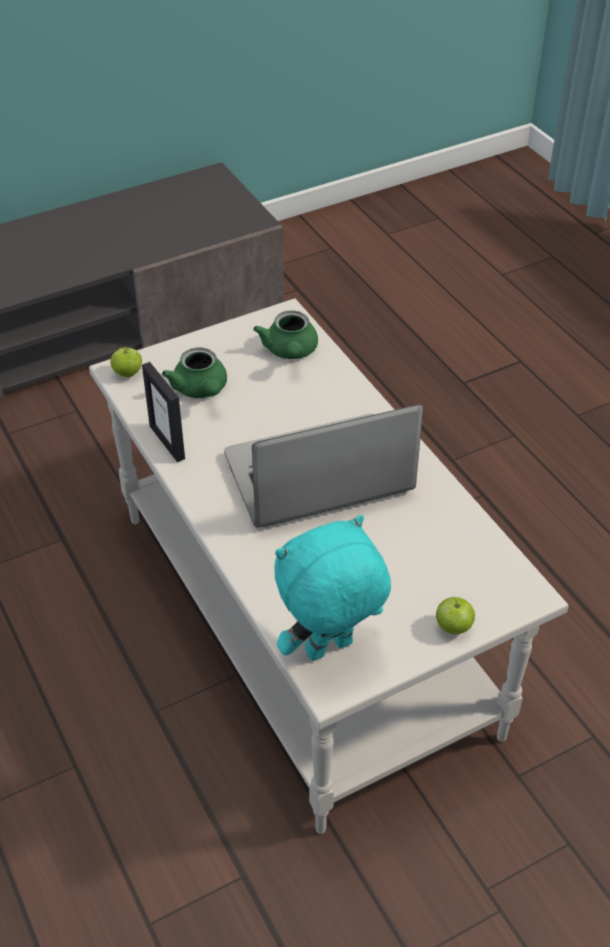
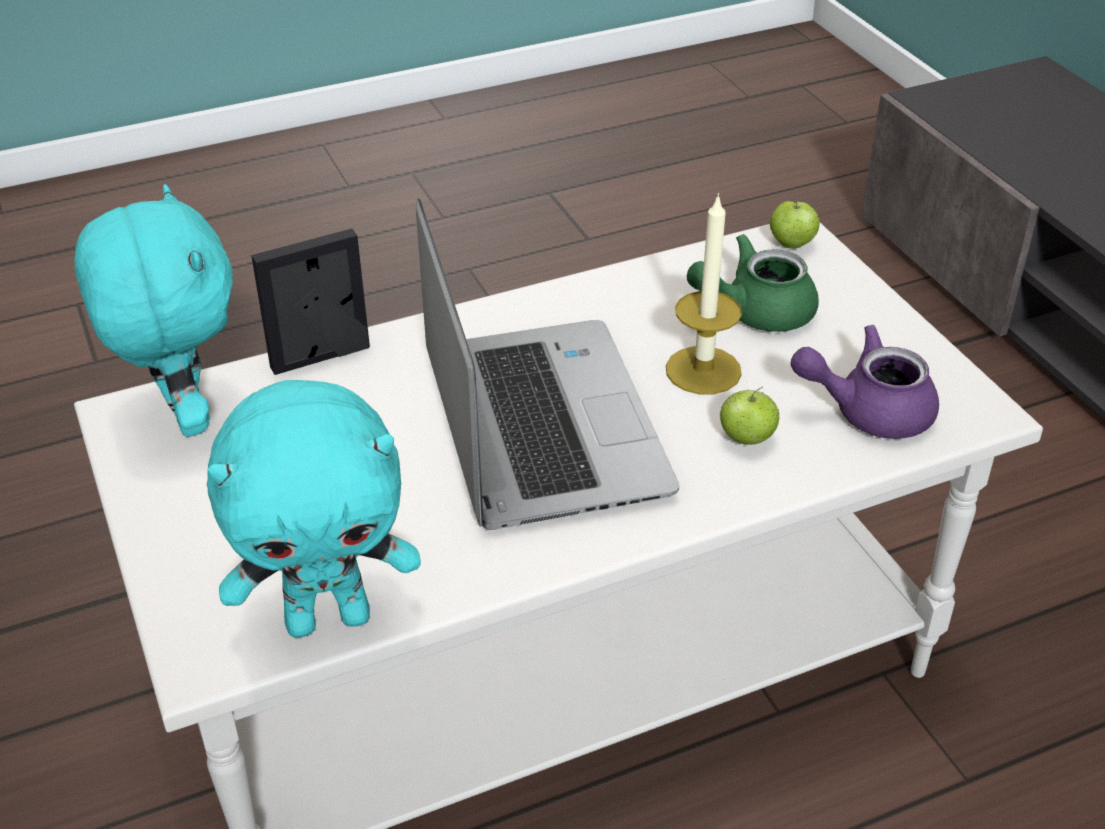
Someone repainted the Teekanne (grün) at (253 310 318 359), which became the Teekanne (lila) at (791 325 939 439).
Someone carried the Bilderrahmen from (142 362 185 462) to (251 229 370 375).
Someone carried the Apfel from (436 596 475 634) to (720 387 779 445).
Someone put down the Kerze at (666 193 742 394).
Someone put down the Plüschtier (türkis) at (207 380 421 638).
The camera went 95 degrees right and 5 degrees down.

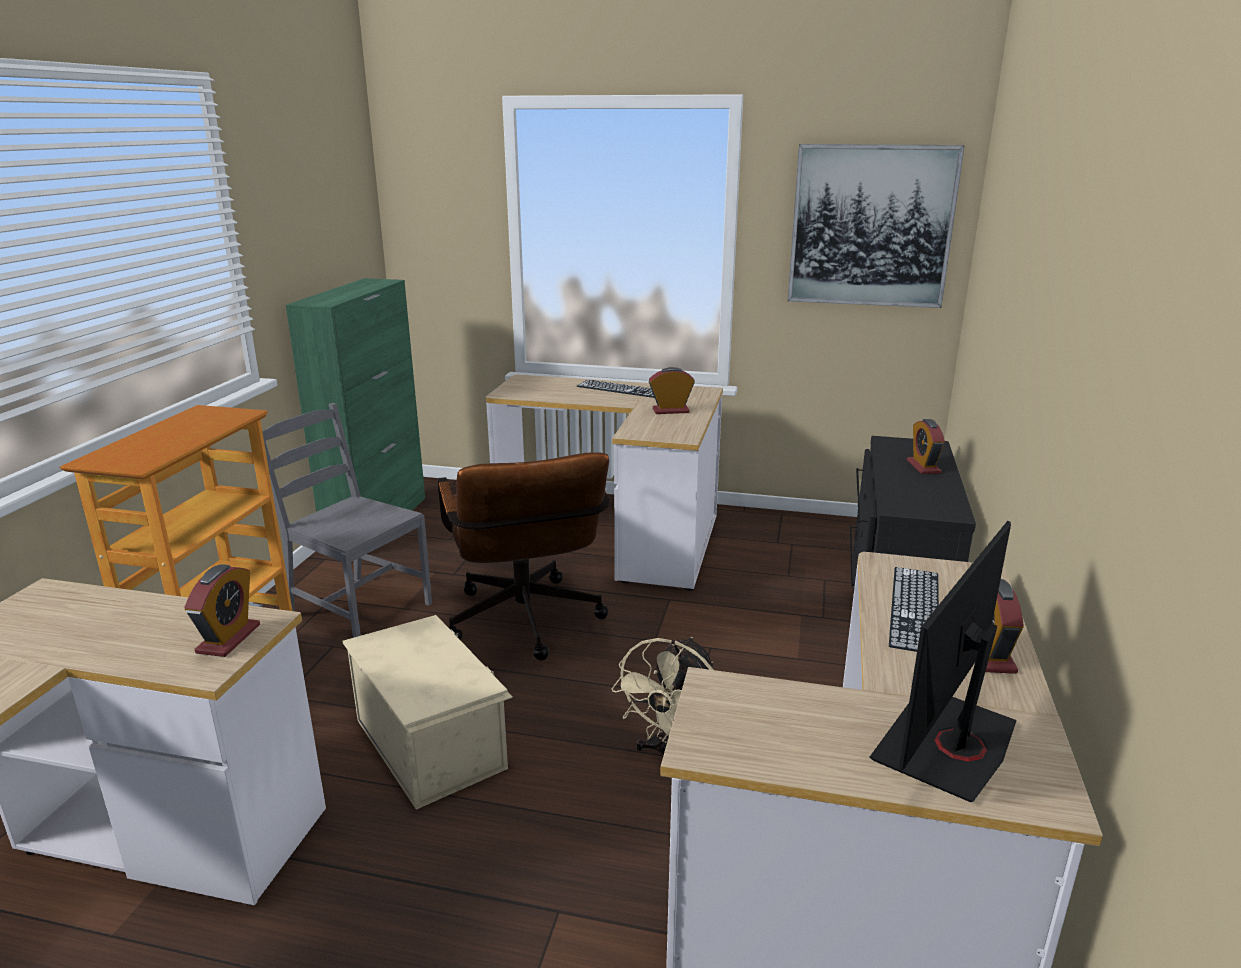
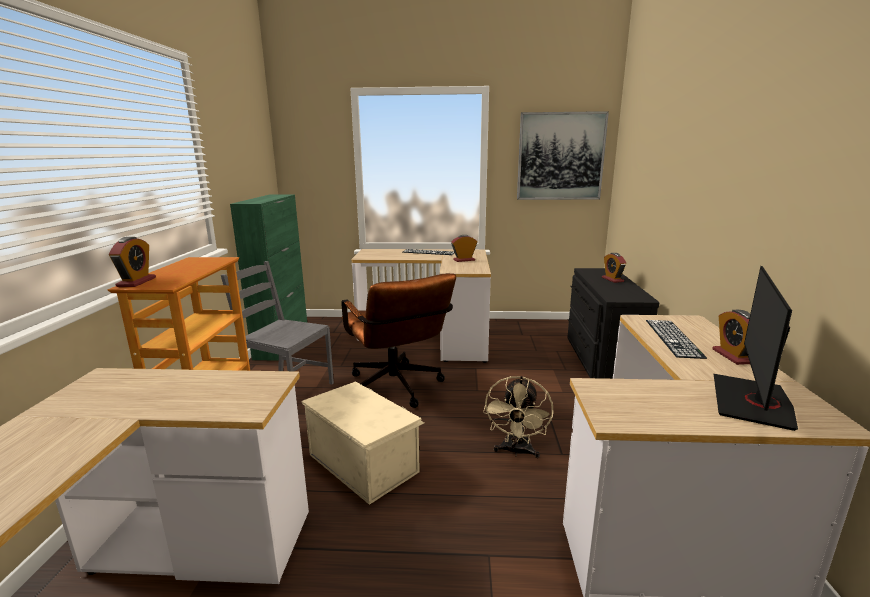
Someone carried the Wecker from (184 564 260 657) to (109 237 156 287).
The camera went 10 degrees left and 5 degrees down.

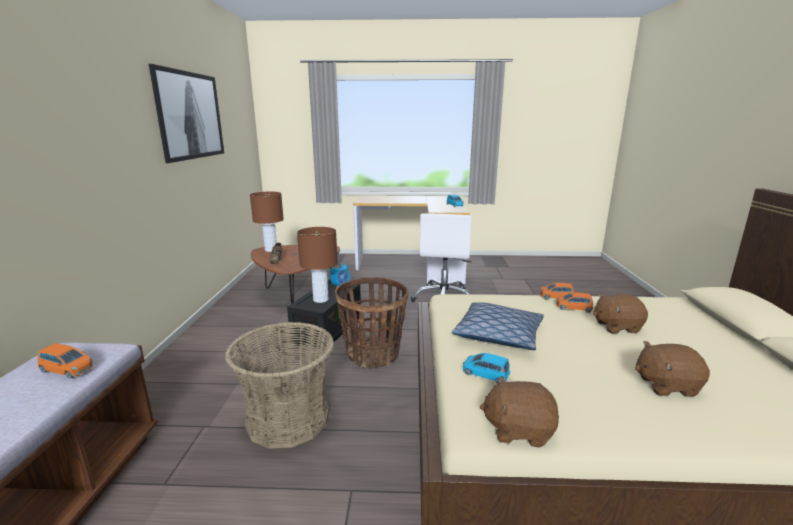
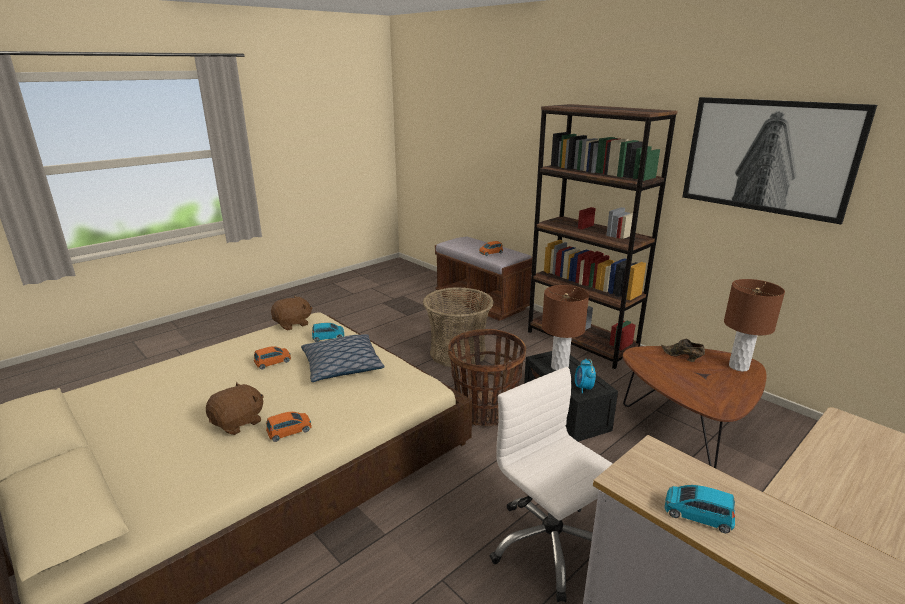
Someone carried the Spielzeugauto (orange) from (540 283 574 300) to (254 346 291 370).
Someone took away the Plüschtier (braun) at (635 341 710 397).
Someone put down the Bücherregal (braun) at (528 104 678 369).
The camera went 135 degrees right and 5 degrees up.

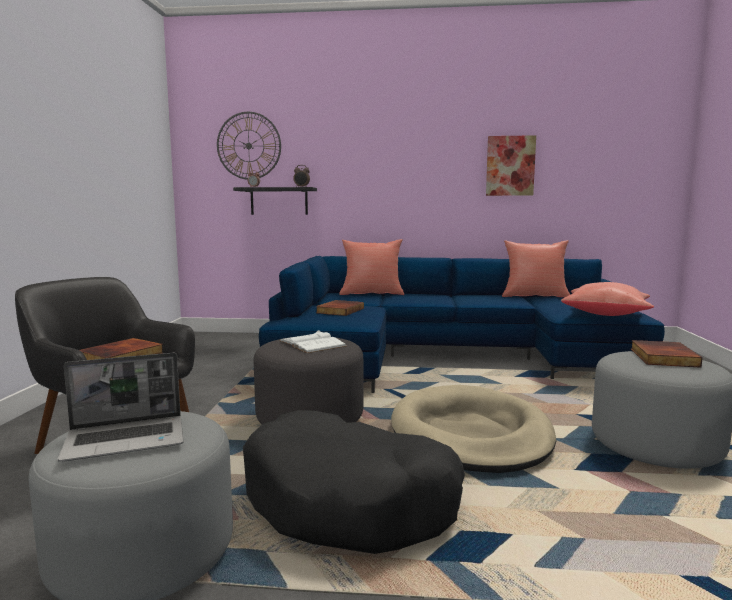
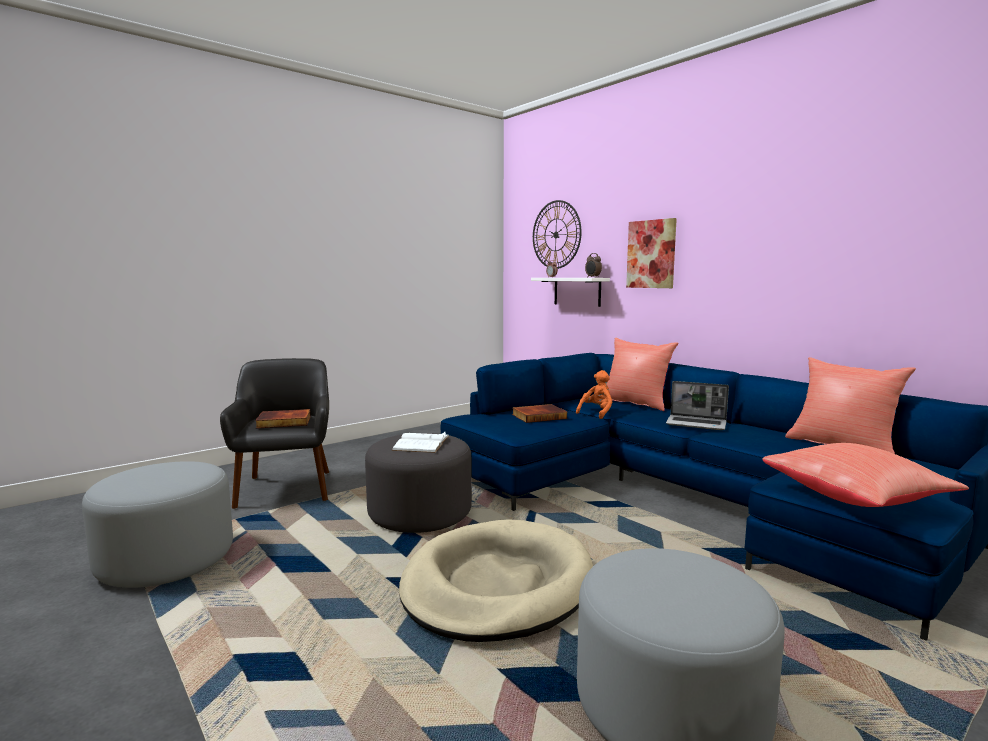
Someone carried the Bild from (486 135 536 196) to (626 218 677 288).
Someone repainted the Wandregal (schwarz) at (233 187 317 215), which became the Wandregal (weiß) at (531 278 610 307).
Someone took away the Buch at (631 340 703 367).
Someone carried the Laptop from (58 353 184 462) to (666 381 729 430).
Someone took away the Hundebett (schwarz) at (243 410 465 554).
Someone put down the Plüschtier (orange) at (576 370 612 419).
The camera went 45 degrees right and 0 degrees up.

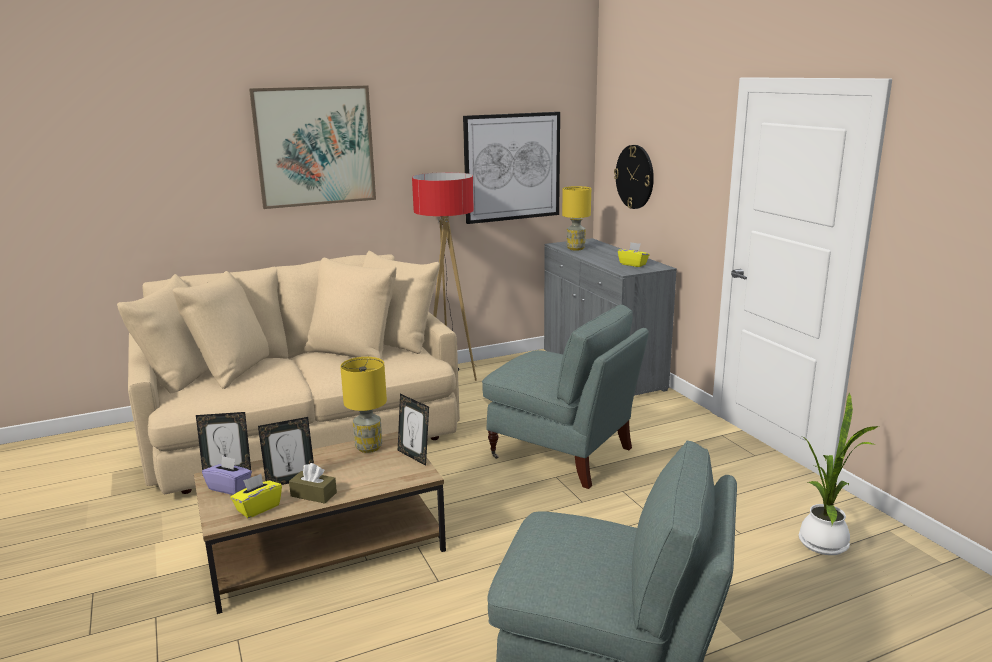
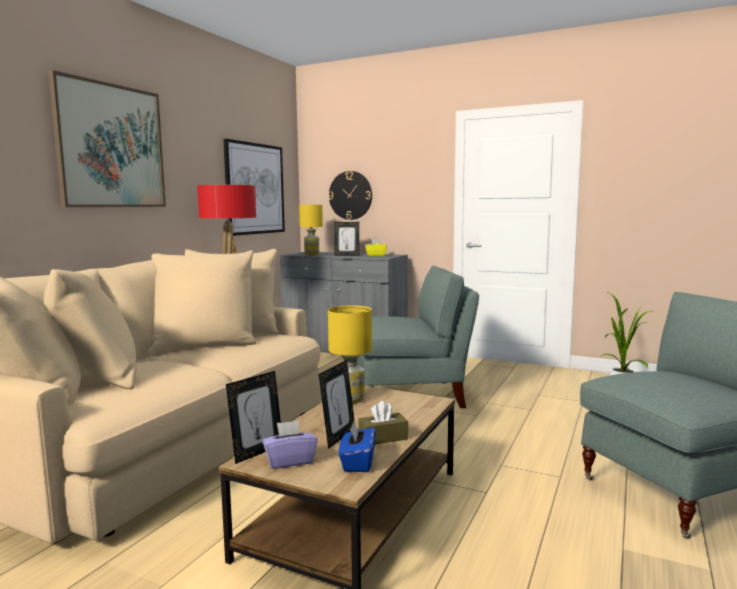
Someone carried the Bilderrahmen from (398 394 429 466) to (335 222 359 256).
Someone repainted the Taschentuchbox (gelb) at (231 474 282 518), which became the Taschentuchbox (blau) at (339 421 376 472).
The camera went 40 degrees left and 10 degrees down.

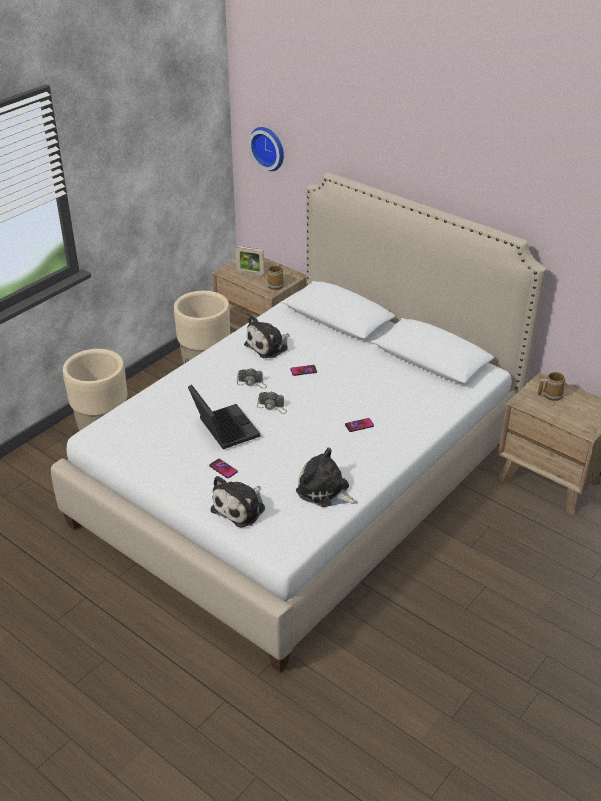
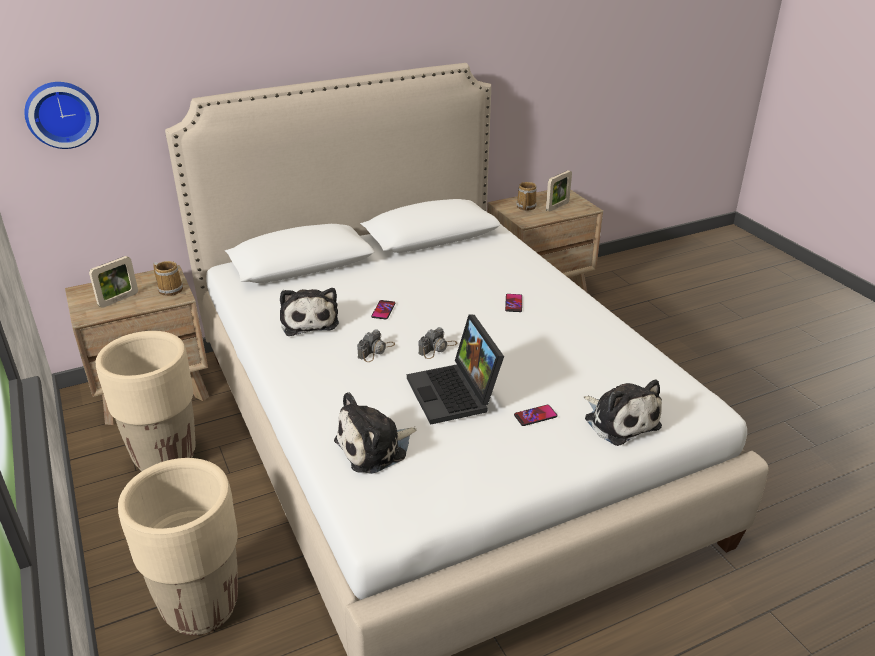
Someone rotated the Laptop at (188 385 260 449) by 105 degrees counterclockwise.
Someone carried the Plüschtier from (296 448 358 507) to (334 392 417 474).
Someone put down the Bilderrahmen at (546 170 572 211).
The camera went 65 degrees left and 5 degrees down.

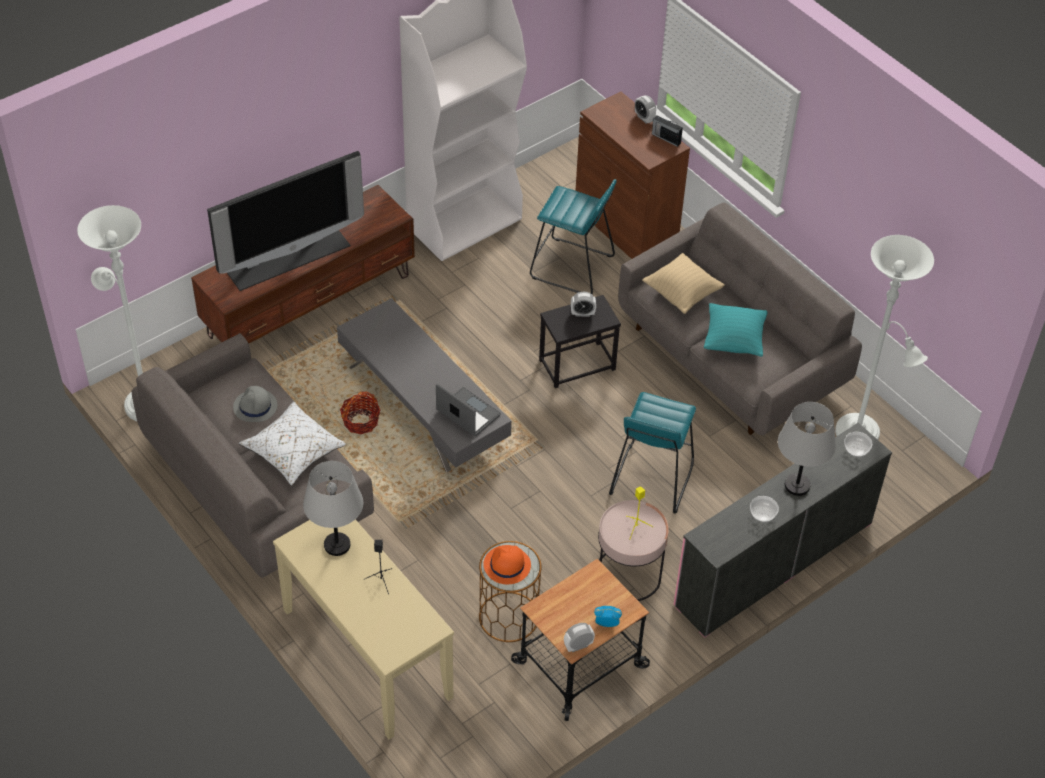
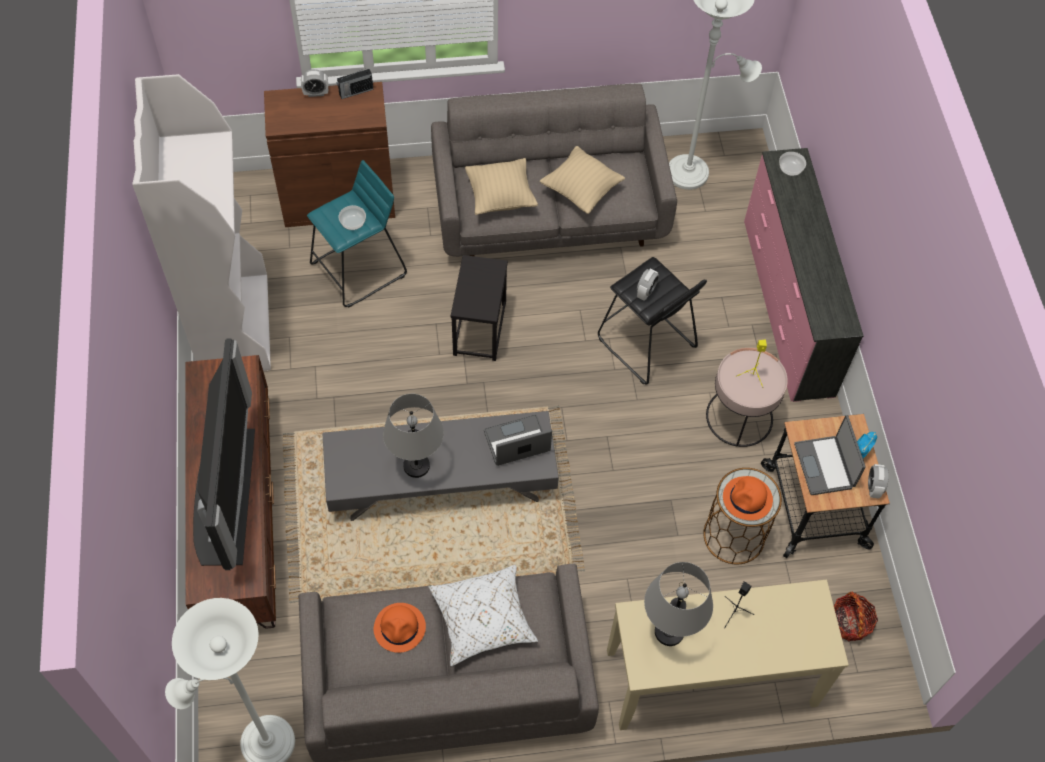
Someone carried the Wecker from (571 292 596 317) to (637 269 659 301).
Someone repainted the Kissen (türkis) at (704 303 767 357), which became the Kissen (beige) at (540 146 625 214).
Someone repainted the Hut (grau) at (233 386 277 422), which became the Hut (orange) at (374 603 426 653).
Someone carried the Korb from (340 391 380 435) to (834 592 878 641).
Someone repainted the Hocker (türkis) at (609 392 696 514), which became the Hocker (schwarz) at (598 257 707 385).
Someone carried the Tischlampe (grau) from (778 402 836 496) to (383 394 444 478).
Someone carried the Schüssel from (750 496 779 522) to (339 205 366 230).
Someone put down the Laptop at (794 415 866 495).
The camera went 60 degrees left and 10 degrees up.

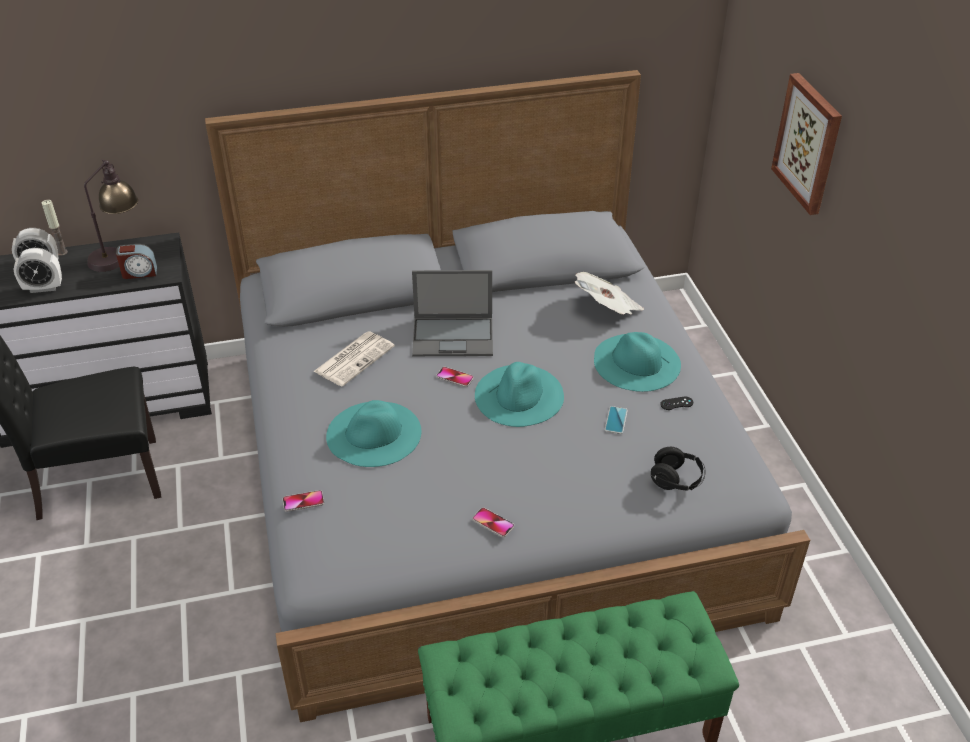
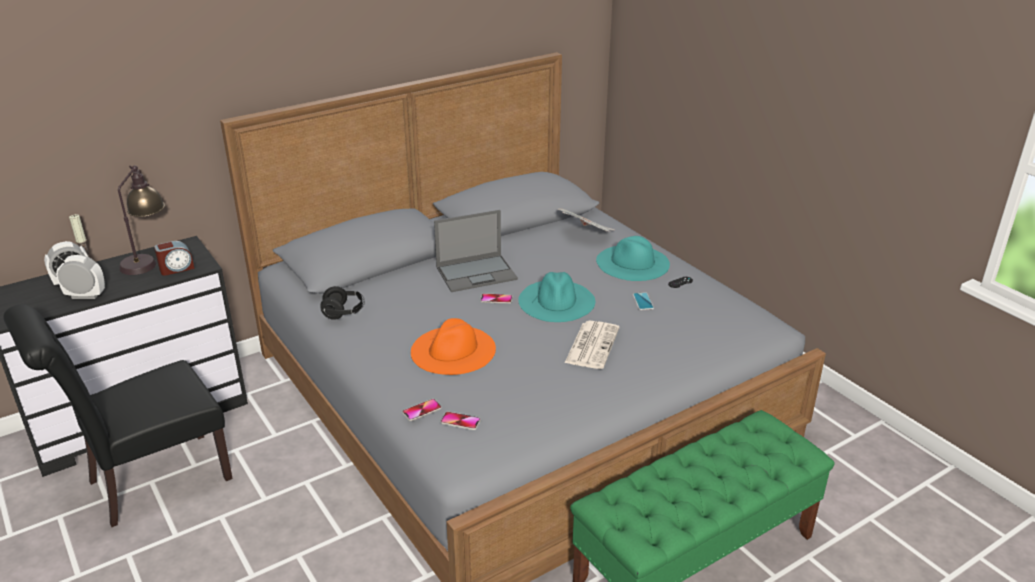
Someone took away the Bild at (771 73 842 215).
Someone rotated the Wecker at (14 248 62 293) by 150 degrees counterclockwise.
Someone carried the Zeitung from (313 331 395 387) to (565 320 620 369).
Someone repainted the Hut (türkis) at (326 400 421 467), which became the Hut (orange) at (411 318 496 375).
Someone carried the Kopfhörer (schwarz) from (651 447 706 491) to (320 286 364 320).
Someone carried the Handy from (472 507 514 537) to (441 412 481 430).
The camera went 20 degrees left and 10 degrees down.

